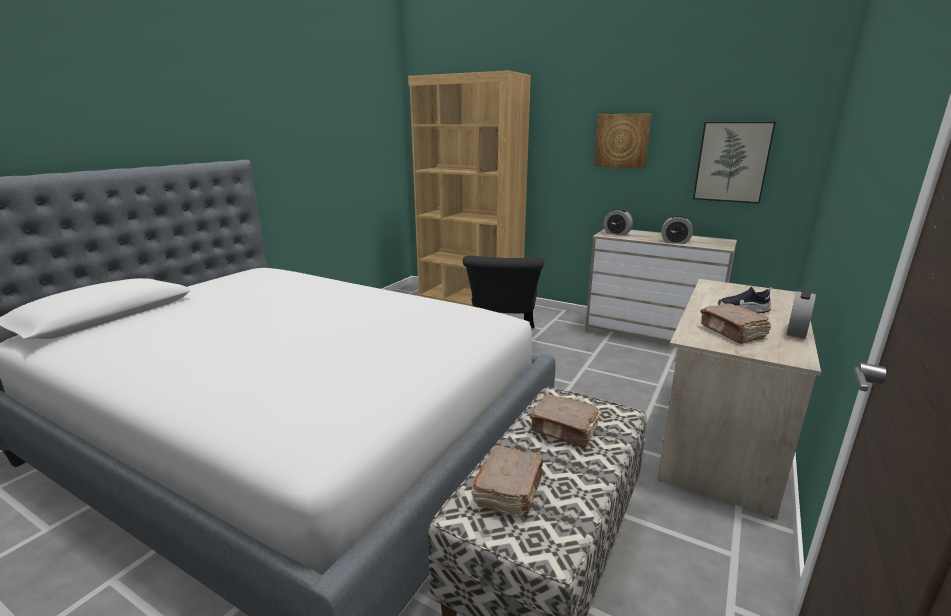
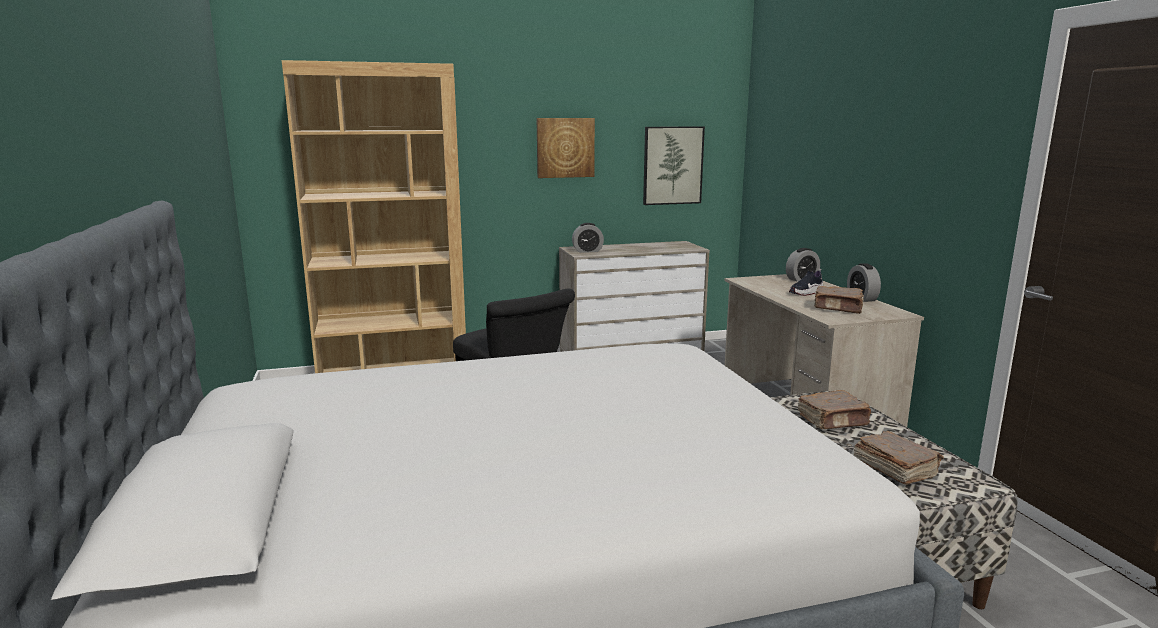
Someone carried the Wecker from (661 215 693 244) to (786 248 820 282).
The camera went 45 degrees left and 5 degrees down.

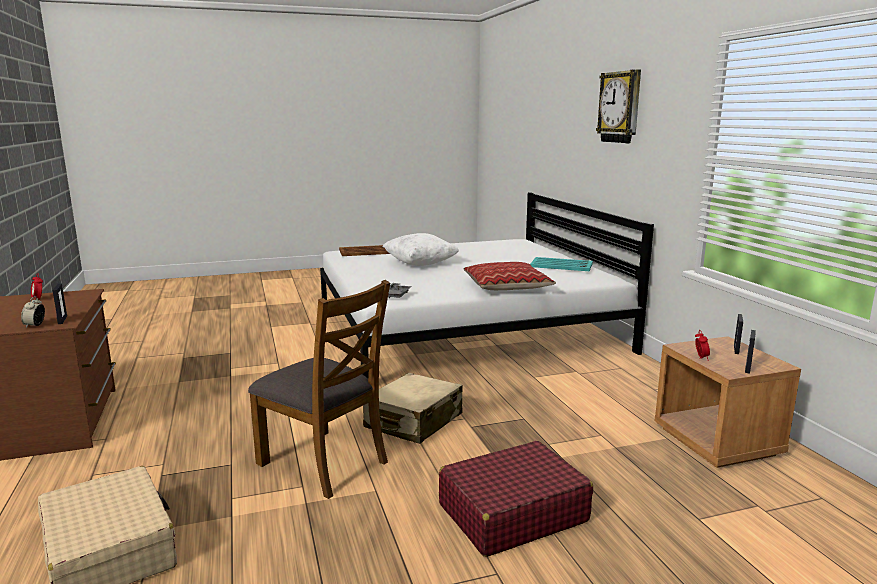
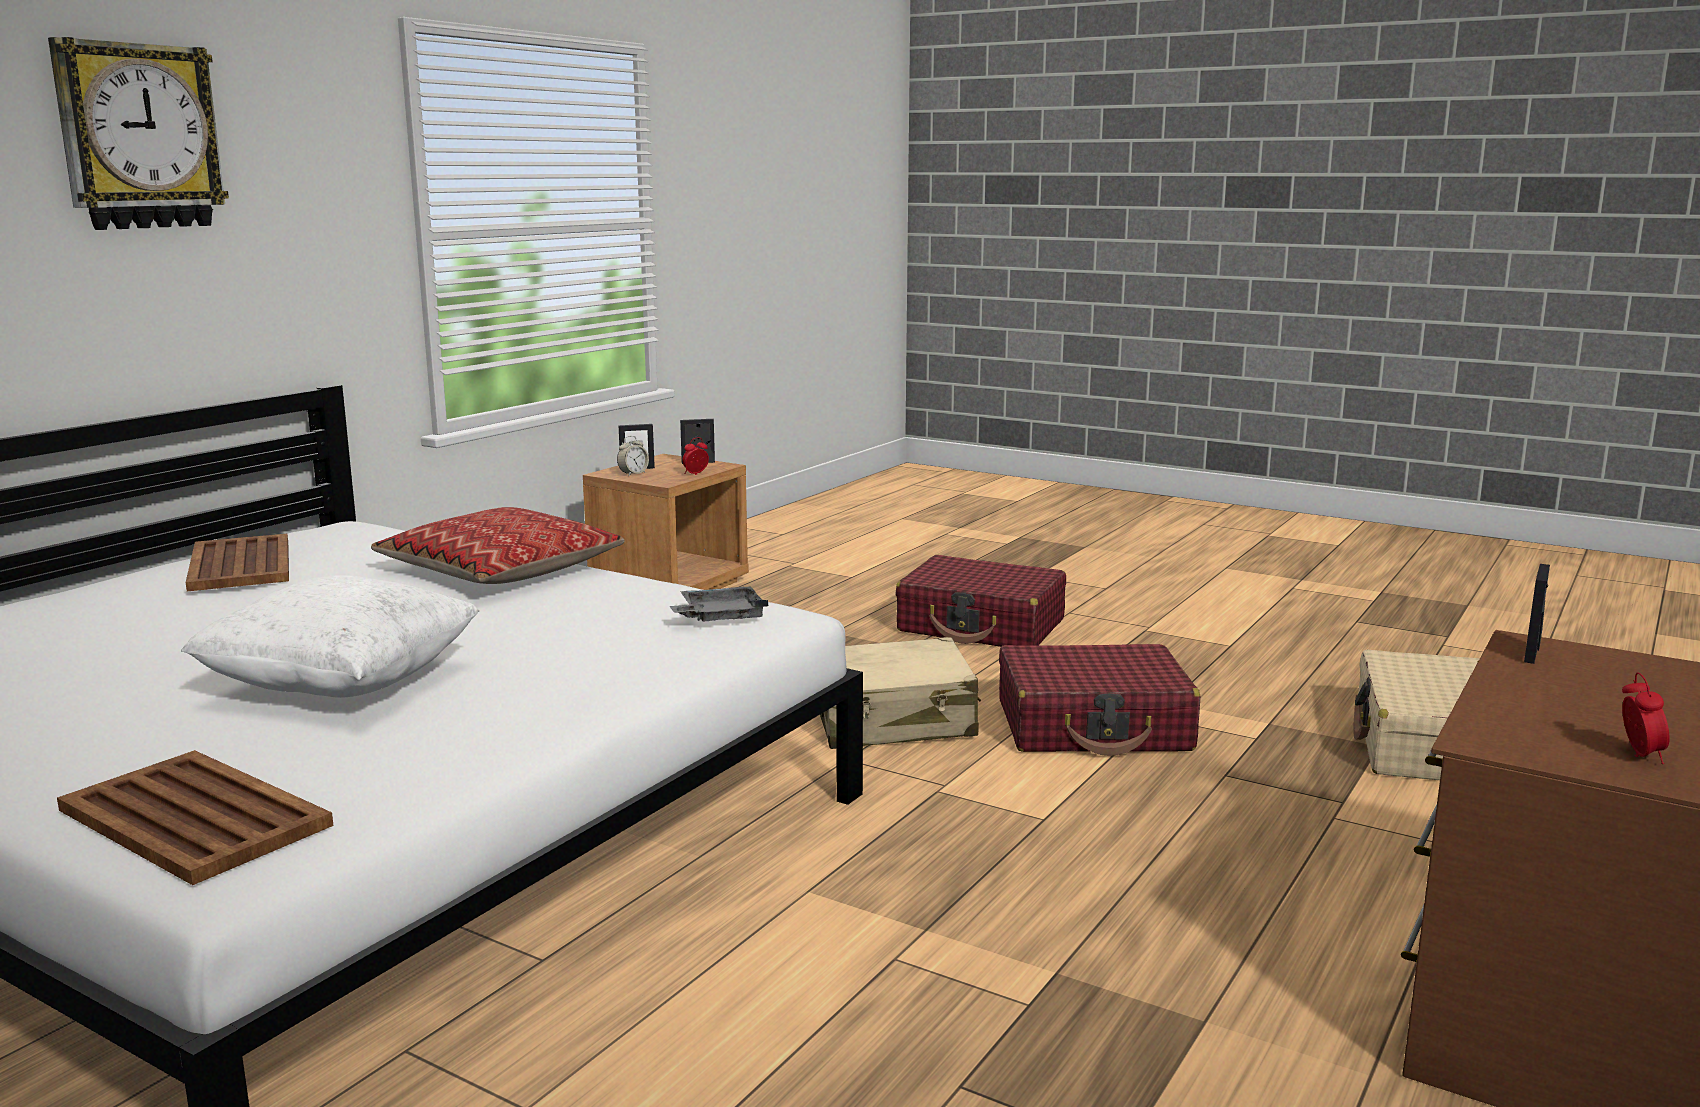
Someone repainted the Tablett (türkis) at (530 257 593 271), which became the Tablett (braun) at (186 534 289 592).
Someone swapped the Stuhl (braun) at (248 280 390 499) for the Koffer (rot) at (999 644 1200 756).
Someone carried the Wecker from (21 296 45 328) to (617 436 649 476).
The camera went 130 degrees left and 0 degrees up.

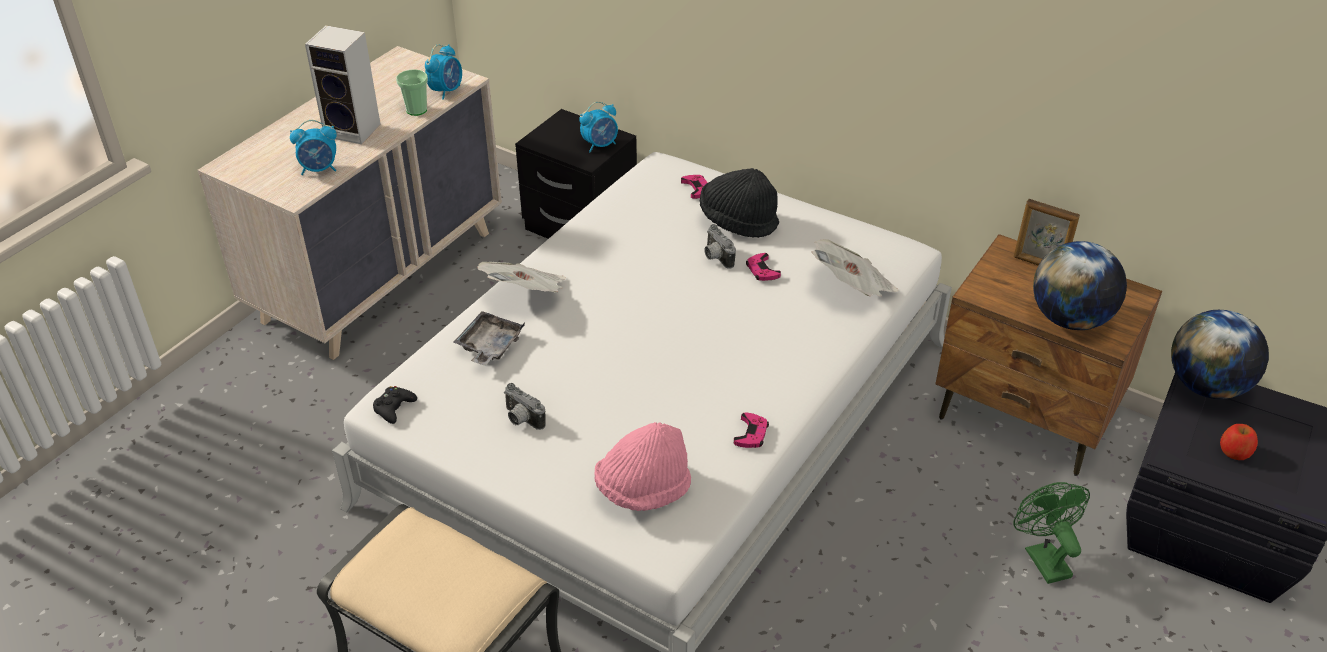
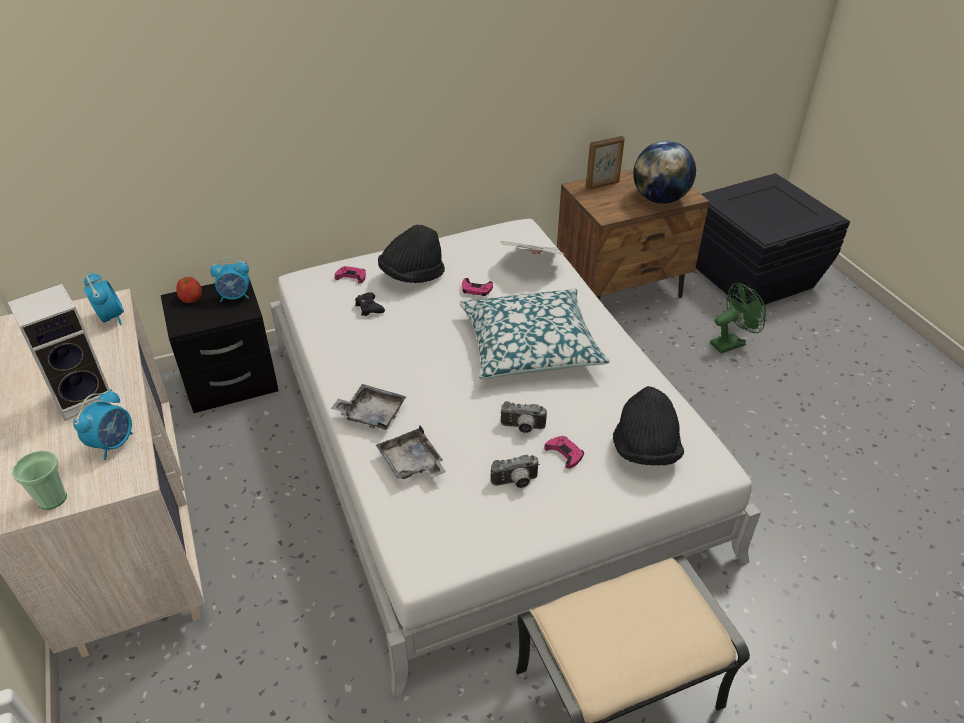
Someone carried the Tasse from (396 69 428 116) to (12 450 67 510).
Someone rotated the Wecker at (579 102 618 153) by 75 degrees clockwise.
Someone carried the Kamera from (704 224 736 269) to (500 401 547 433).
Someone swapped the Zeitung at (477 262 566 293) for the Tablett (grau) at (331 384 406 430).
Someone took away the Globus at (1171 310 1269 399).
Someone carried the Gamepad (schwarz) from (373 386 417 424) to (355 292 385 316).
Someone carried the Gamepad (rosa) from (734 413 769 448) to (544 436 584 469).
Someone repainted the Hut (rosa) at (595 422 691 511), which became the Hut (schwarz) at (613 386 684 465).
Someone carried the Apfel from (1220 424 1258 460) to (176 277 202 303).
Someone rotated the Ventilator (grün) at (1013 482 1090 584) by 135 degrees clockwise.
Someone put down the Kissen at (459 288 610 379).
The camera went 55 degrees left and 0 degrees up.

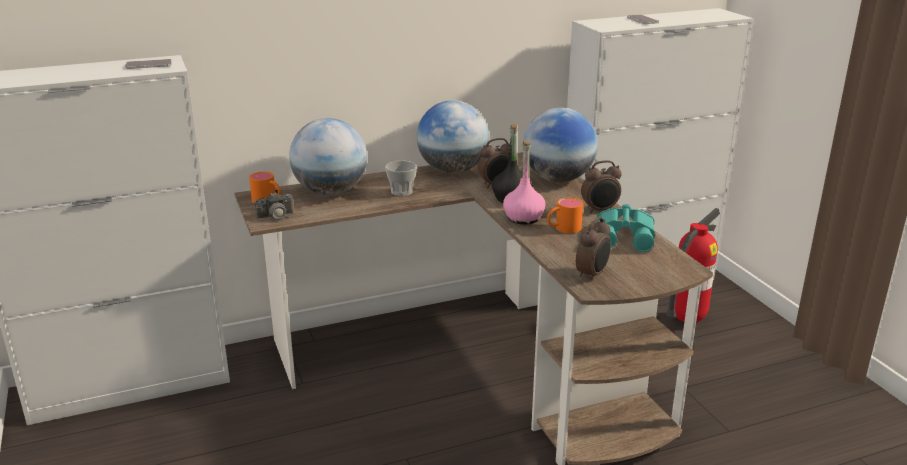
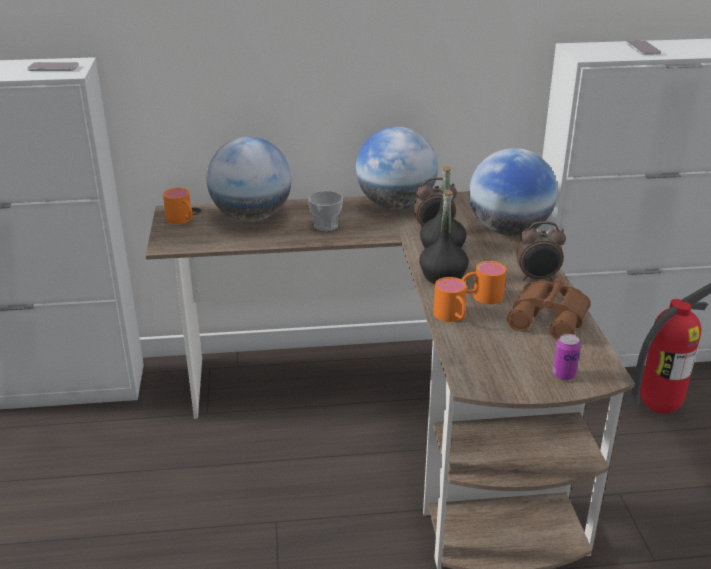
Someone repainted the Flasche (rosa) at (503 141 545 224), which became the Flasche (schwarz) at (419 190 469 284).
Someone took away the Kamera at (254 192 305 222).
Someone repainted the Fernglas (türkis) at (597 204 655 252), which became the Fernglas (braun) at (507 278 591 340).
Someone took away the Wecker at (576 217 611 282).
Someone put down the Henkelbecher (orange) at (433 277 467 322).
Someone put down the Dose at (552 334 581 380).
The camera went 15 degrees right and 5 degrees up.

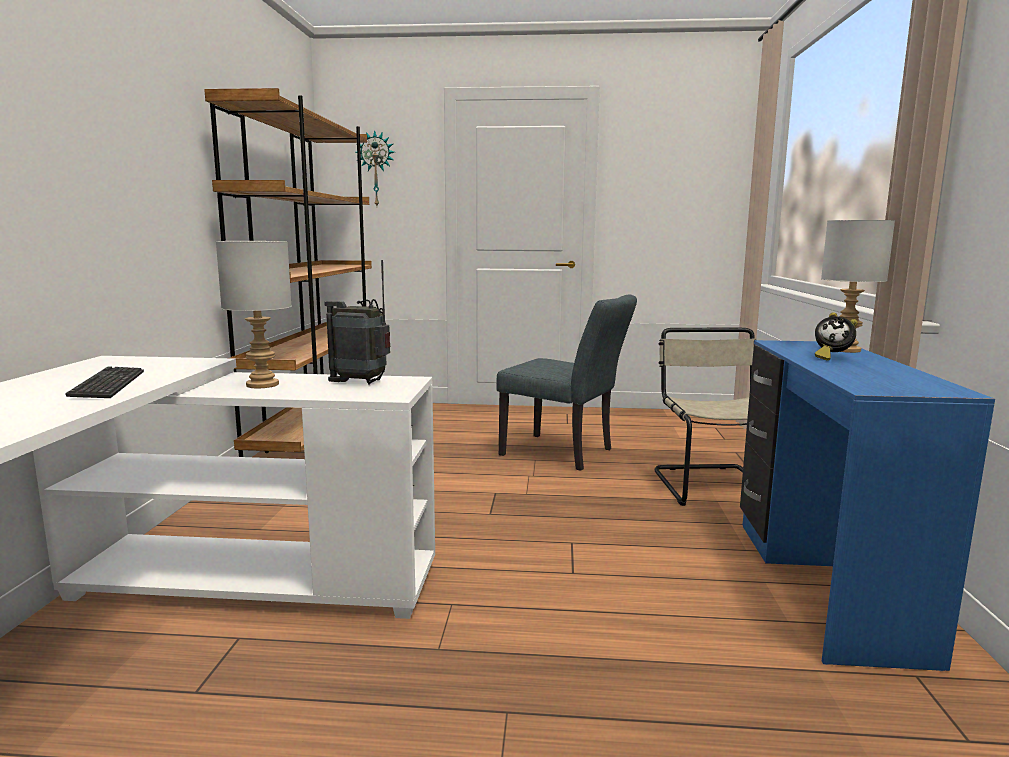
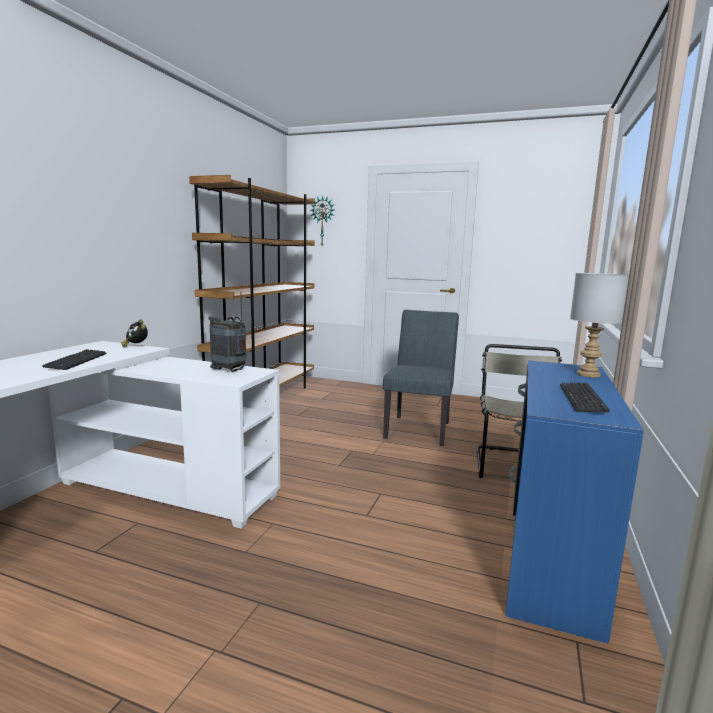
Someone took away the Tischlampe (grau) at (216 241 292 388).
Someone rotated the Stuhl (grau) at (496 294 637 471) by 120 degrees counterclockwise.
Someone carried the Wecker from (815 312 858 361) to (121 320 148 348).
Someone put down the Tastatur at (560 383 610 412).
The camera went 15 degrees right and 0 degrees up.

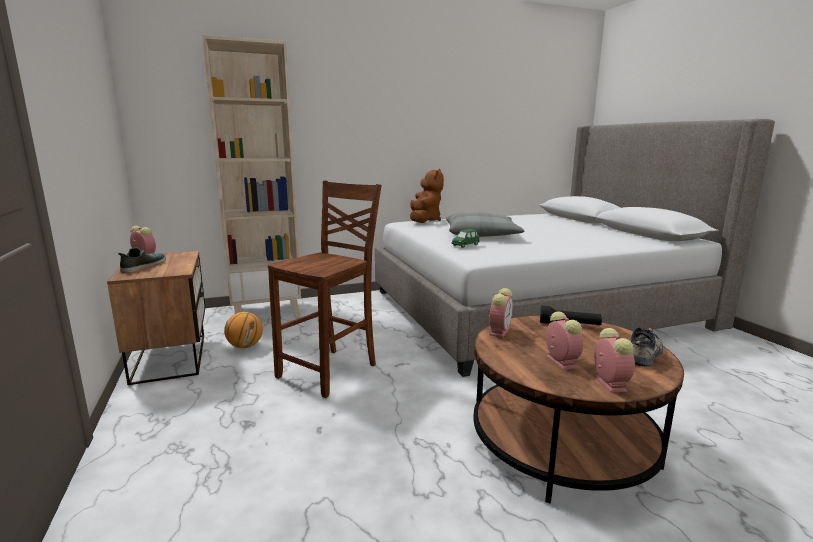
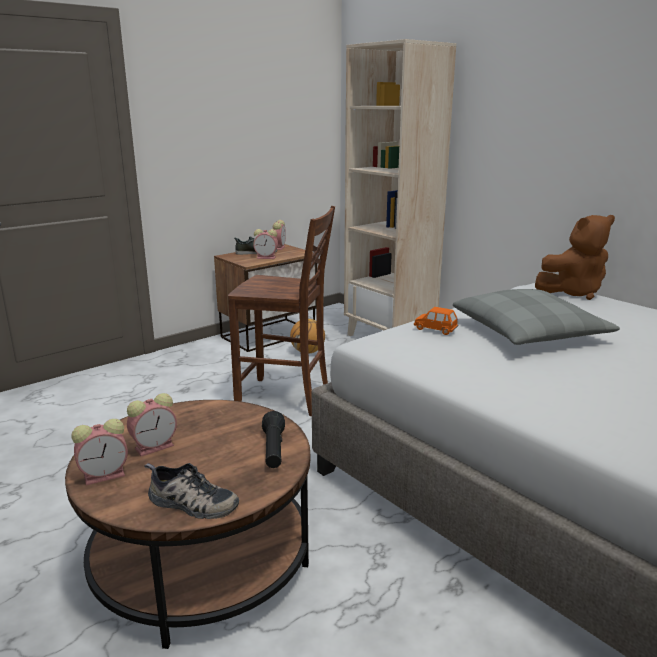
Someone repainted the Spielzeugauto (grün) at (452 229 480 248), which became the Spielzeugauto (orange) at (414 307 458 335).
Someone carried the Wecker from (489 288 513 338) to (253 229 278 259).
The camera went 70 degrees right and 5 degrees up.

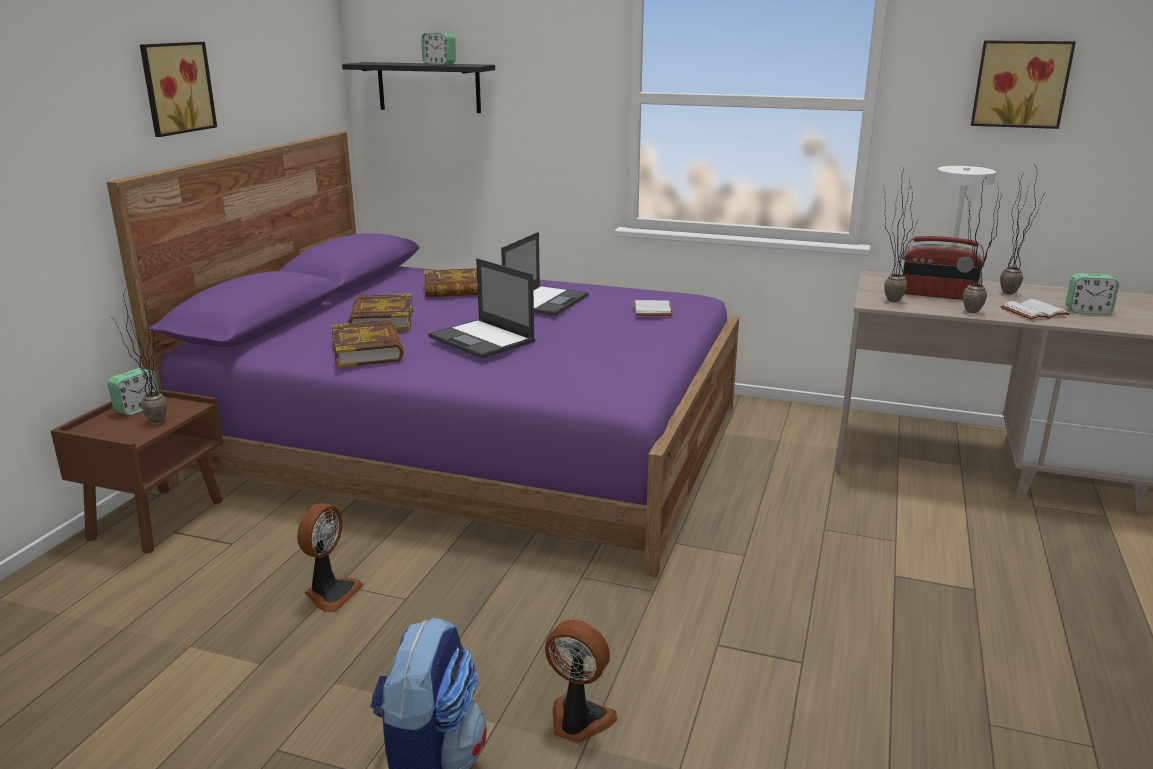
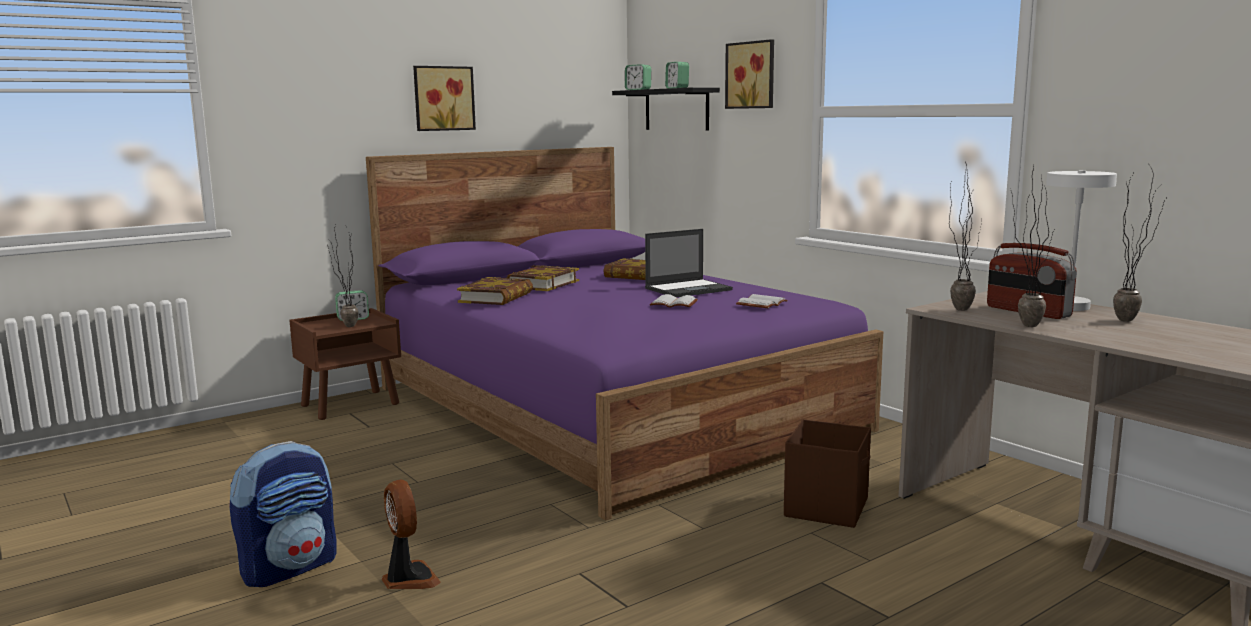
Someone carried the Bild from (971 40 1076 129) to (725 39 774 109).
Someone took away the Laptop at (428 258 535 358).
Someone carried the Wecker from (1066 273 1119 314) to (625 64 651 90).
Someone carried the Buch (weiß) from (1000 299 1069 320) to (650 294 698 308).
Someone took away the Ventilator at (297 503 364 613).
Someone put down the Aufbewahrungsbox (braun) at (784 419 871 528).
The camera went 35 degrees right and 10 degrees down.

